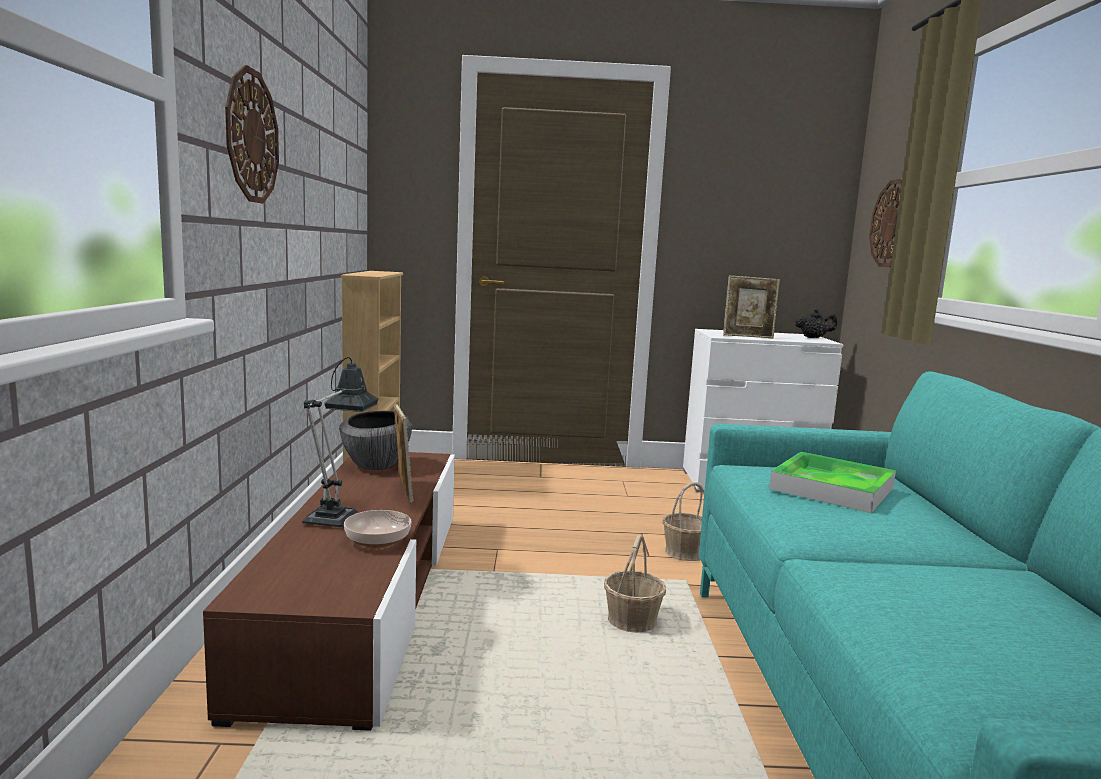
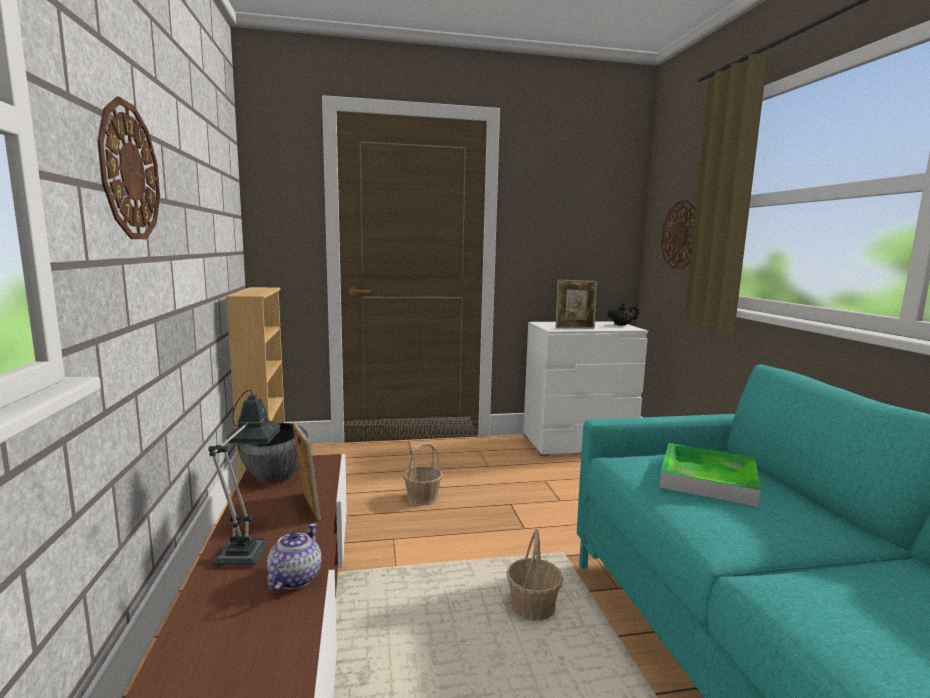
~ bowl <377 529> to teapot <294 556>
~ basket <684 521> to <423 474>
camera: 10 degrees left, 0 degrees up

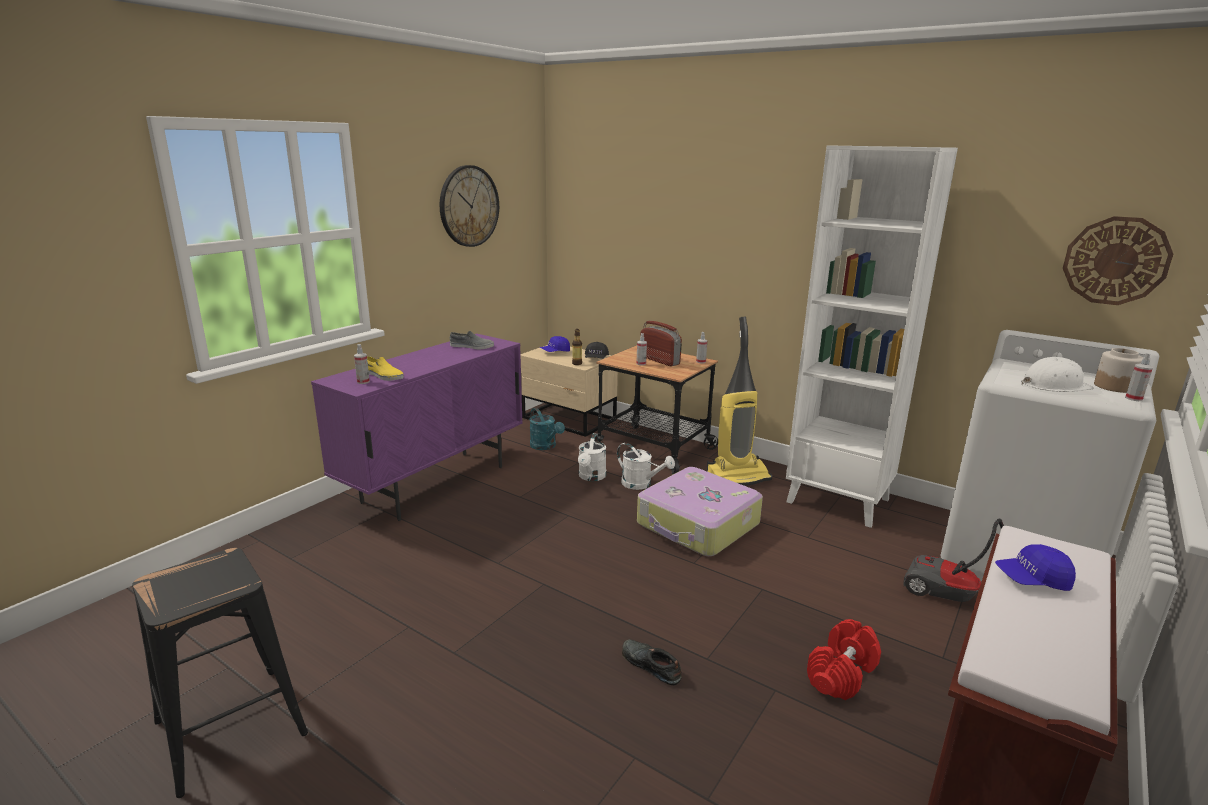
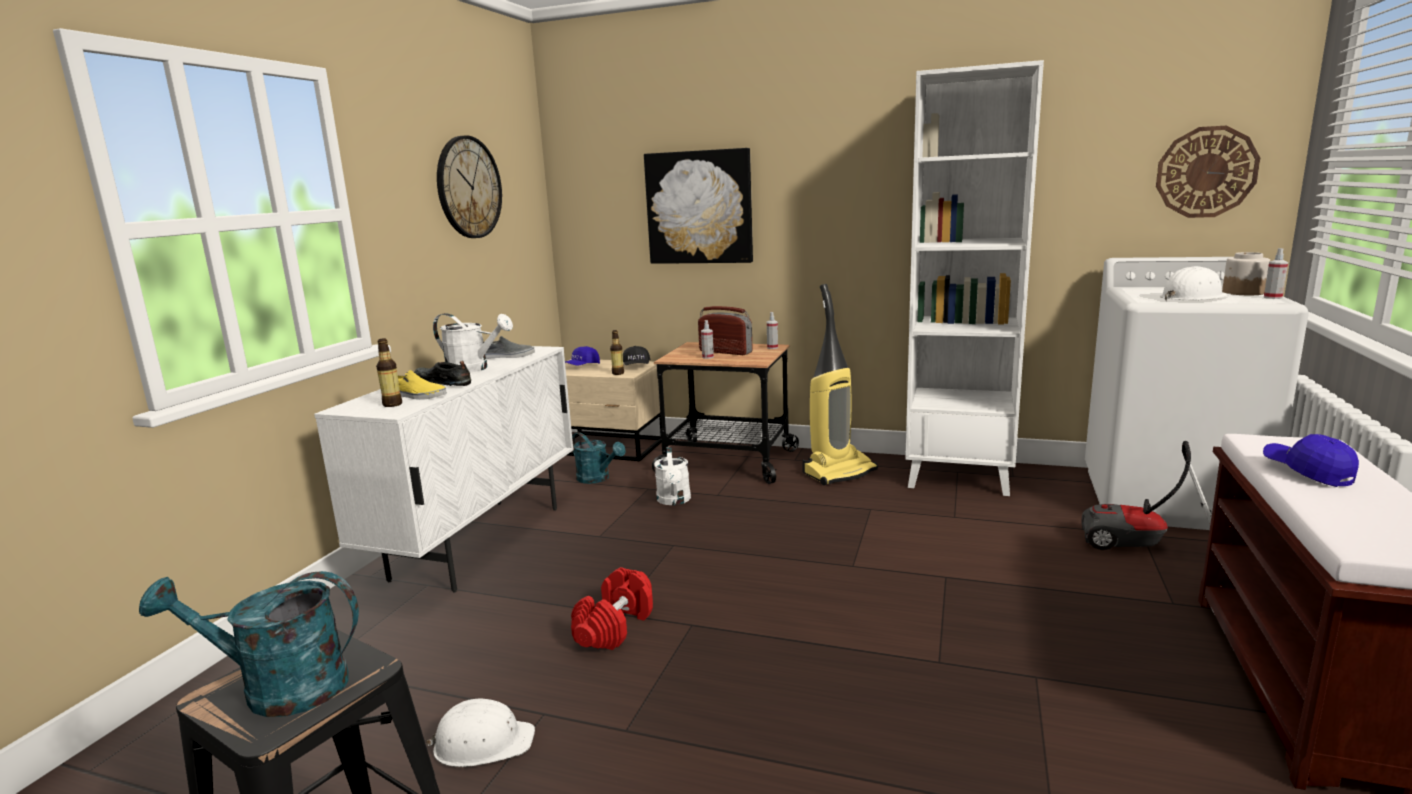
+ watering can/turquoise <249 644>
~ cabinet/purple <417 427> to cabinet/white <444 469>
~ spray bottle <362 364> to bottle <389 373>
~ shoe/black <652 662> to <442 373>
+ hard hat/white <480 733>
~ watering can/white <646 466> to <473 342>
~ dumbbell/red <844 659> to <612 608>
+ picture <698 206>
~ cap/blue <1035 567> = <1311 460> 90 degrees clockwise
- suitcase <700 511>
camera: 15 degrees left, 5 degrees down

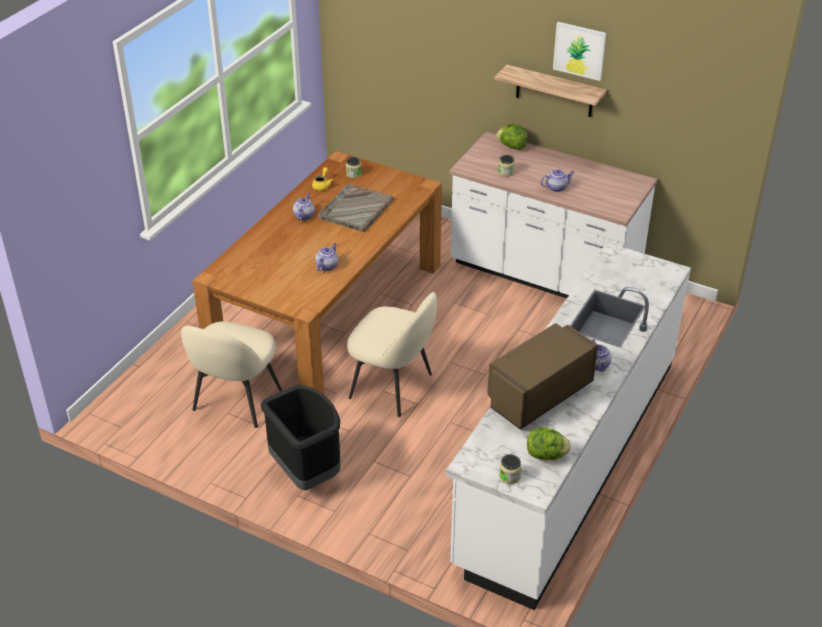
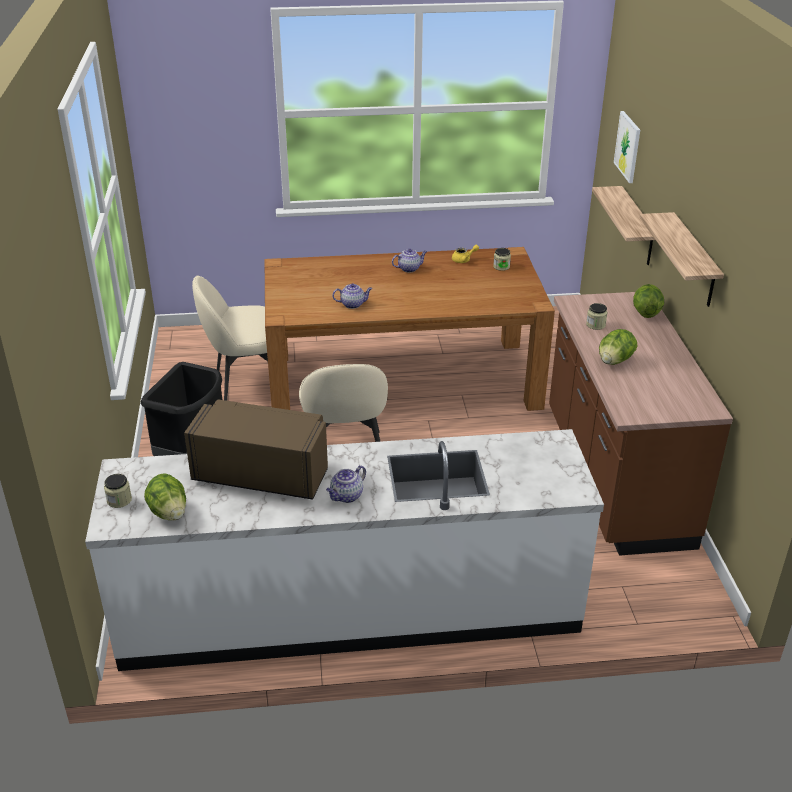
~ counter/white <553 215> to counter/brown <641 424>
+ shelf <623 225>
~ teapot <557 180> to lettuce <618 347>
~ picture <579 51> to <627 147>
- tray/grey <356 207>
camera: 55 degrees right, 5 degrees down

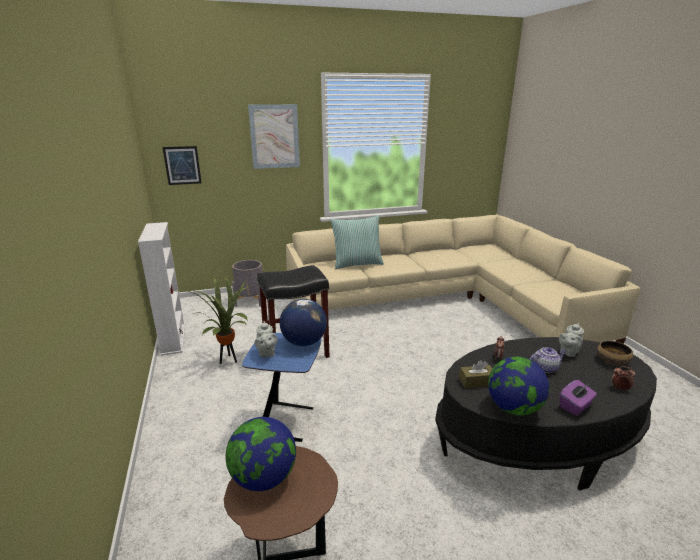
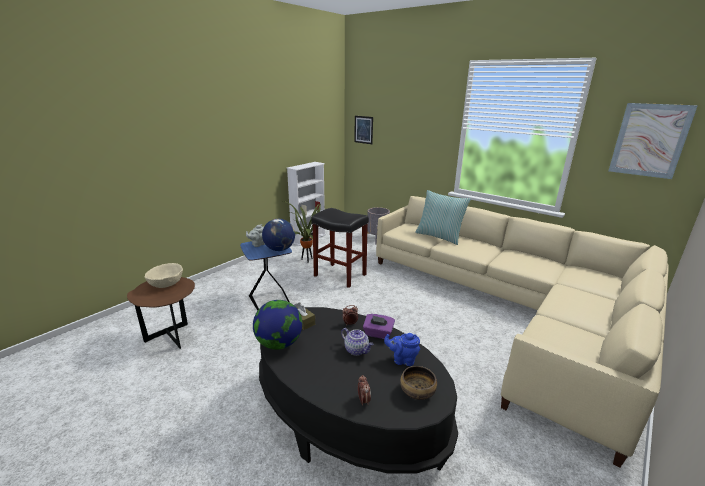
~ globe <261 454> to bowl/beige <164 275>
~ tissue box/purple <578 398> to <379 326>
~ teapot/grey <571 340> to teapot/blue <402 349>
~ picture <274 136> to <653 141>
camera: 55 degrees right, 0 degrees up

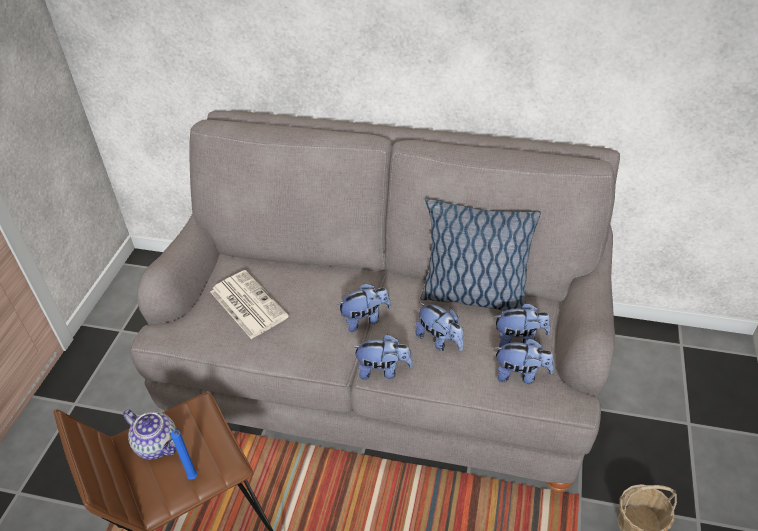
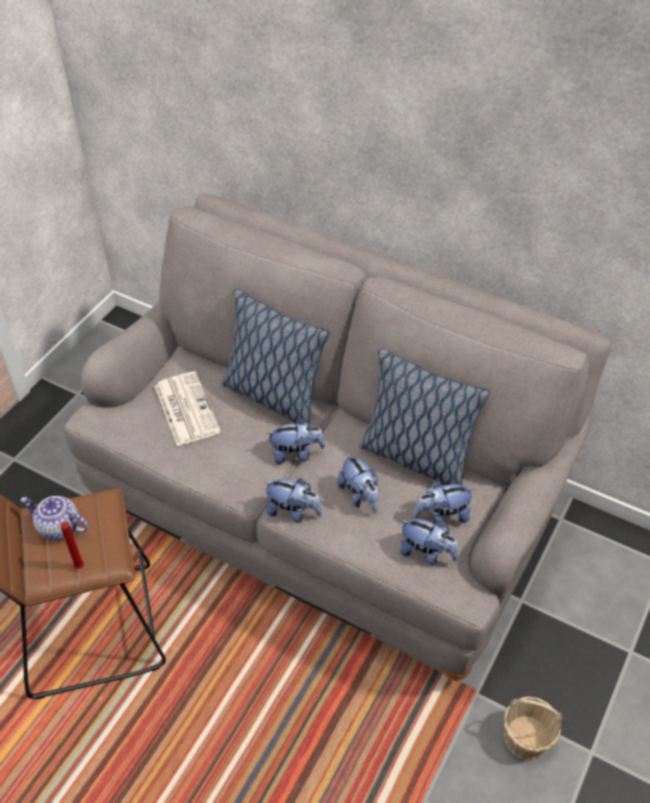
~ teapot <150 435> = <54 518> 150 degrees clockwise
~ candle/blue <184 455> to candle/red <72 545>
+ pillow <275 356>
~ plush toy <522 325> = <444 502> 150 degrees clockwise
camera: 15 degrees right, 5 degrees up

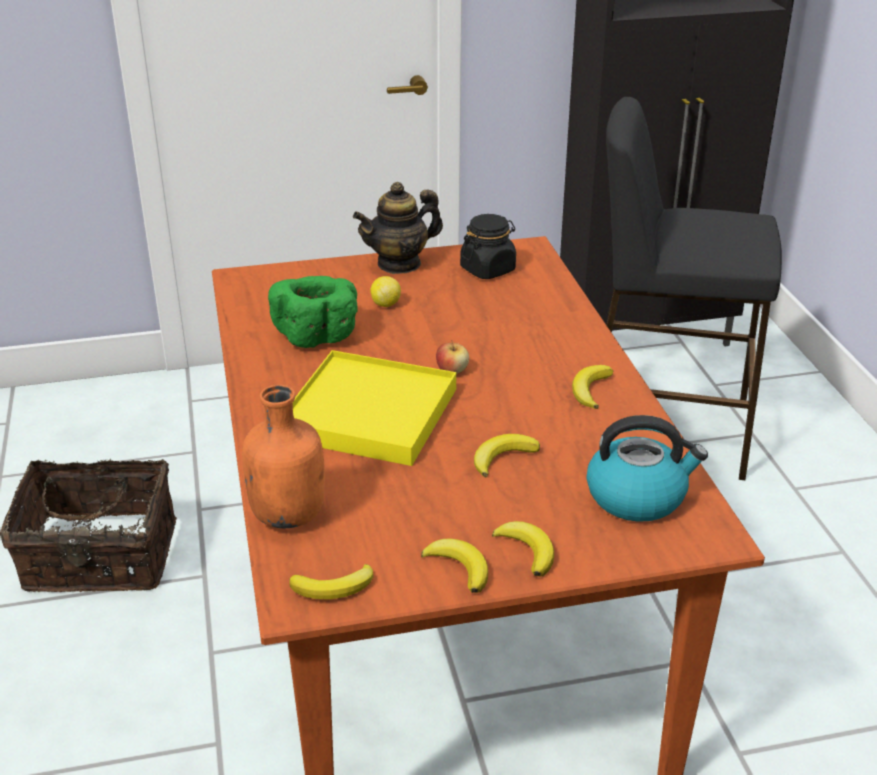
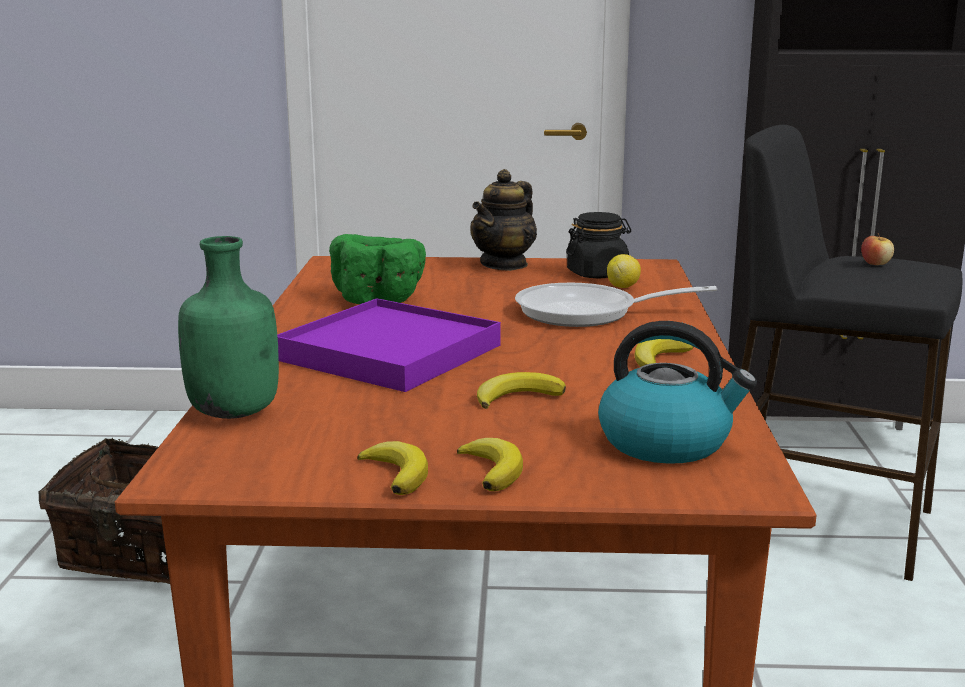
~ bottle/orange <283 457> to bottle/green <228 327>
~ tray/yellow <374 408> to tray/purple <389 345>
~ teapot <398 228> = <503 220> 45 degrees counterclockwise
+ frying pan <616 305>
~ lemon <385 291> to <624 271>
~ apple <452 357> to <877 249>
- banana <331 581>
camera: 15 degrees right, 15 degrees down

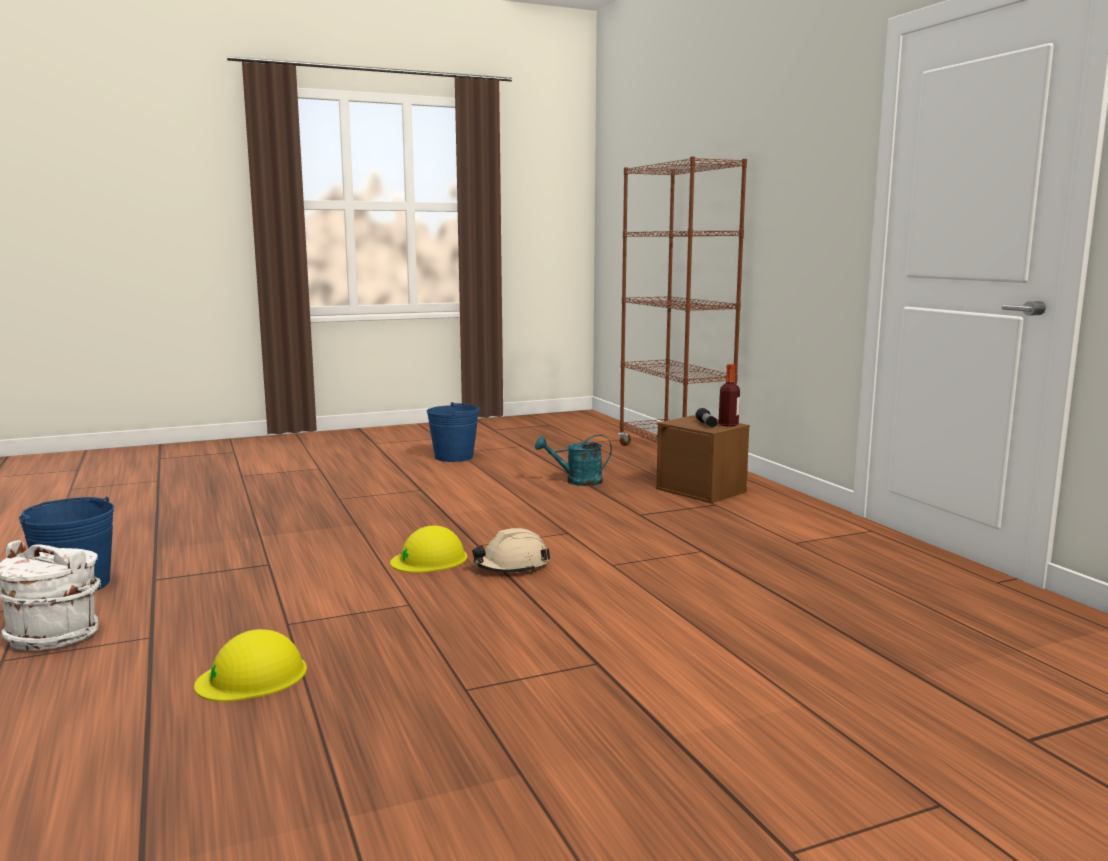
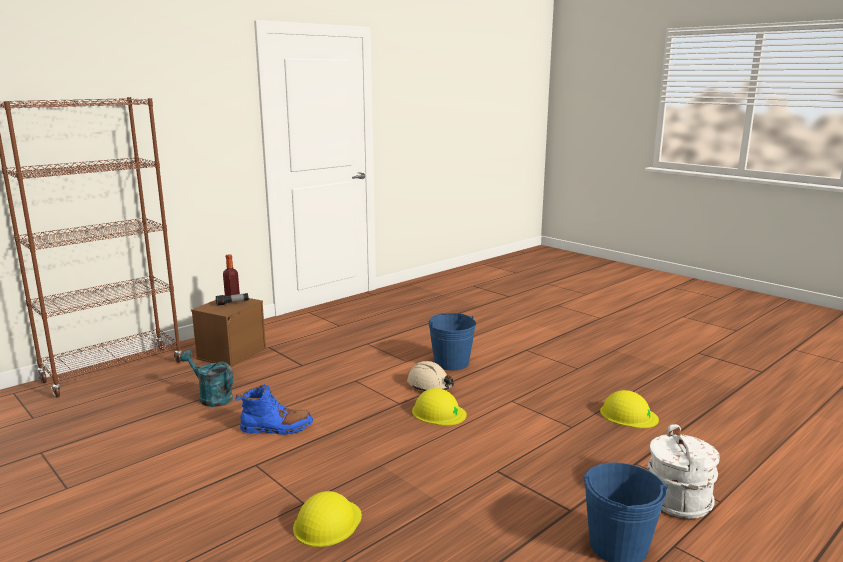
~ watering can/turquoise <573 460> = <207 378> 150 degrees clockwise
+ boot/blue <274 409>
+ hard hat/yellow <327 519>
~ bucket/blue <453 432> to <452 341>
camera: 110 degrees left, 5 degrees up

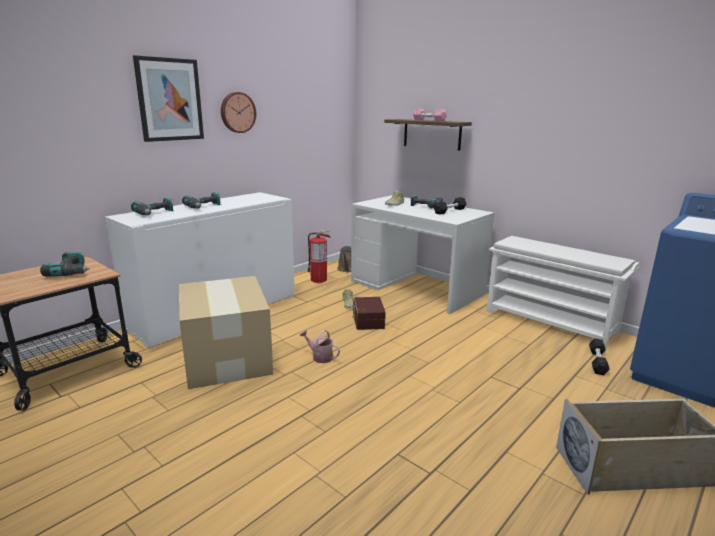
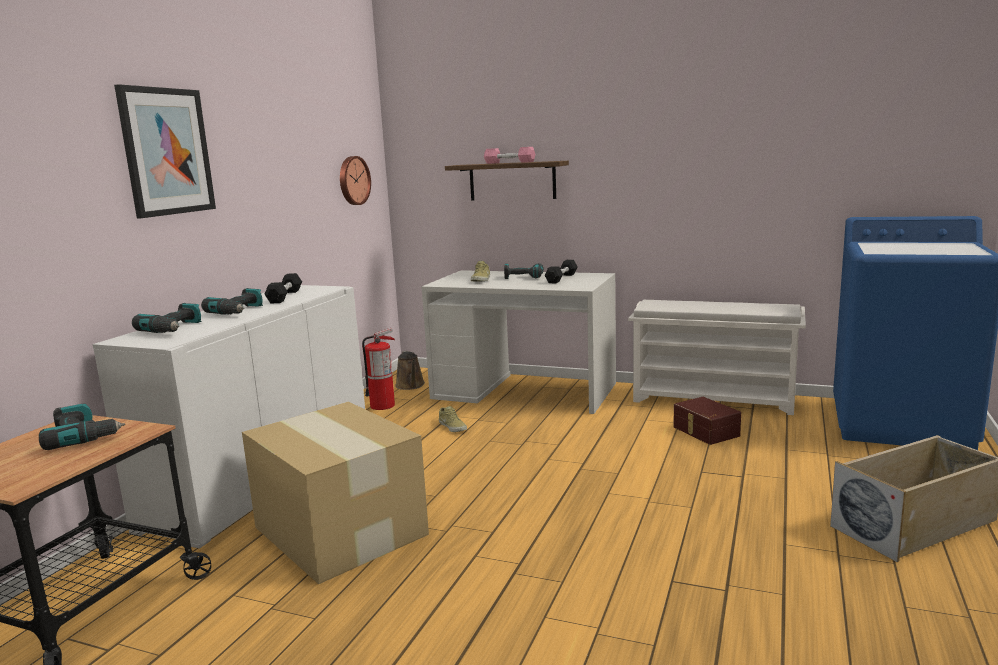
~ dumbbell/black <599 356> to <283 288>
~ wall clock <238 112> to <355 180>
~ storage box/brown <369 313> to <707 421>
- watering can <319 346>
camera: 20 degrees left, 5 degrees down

